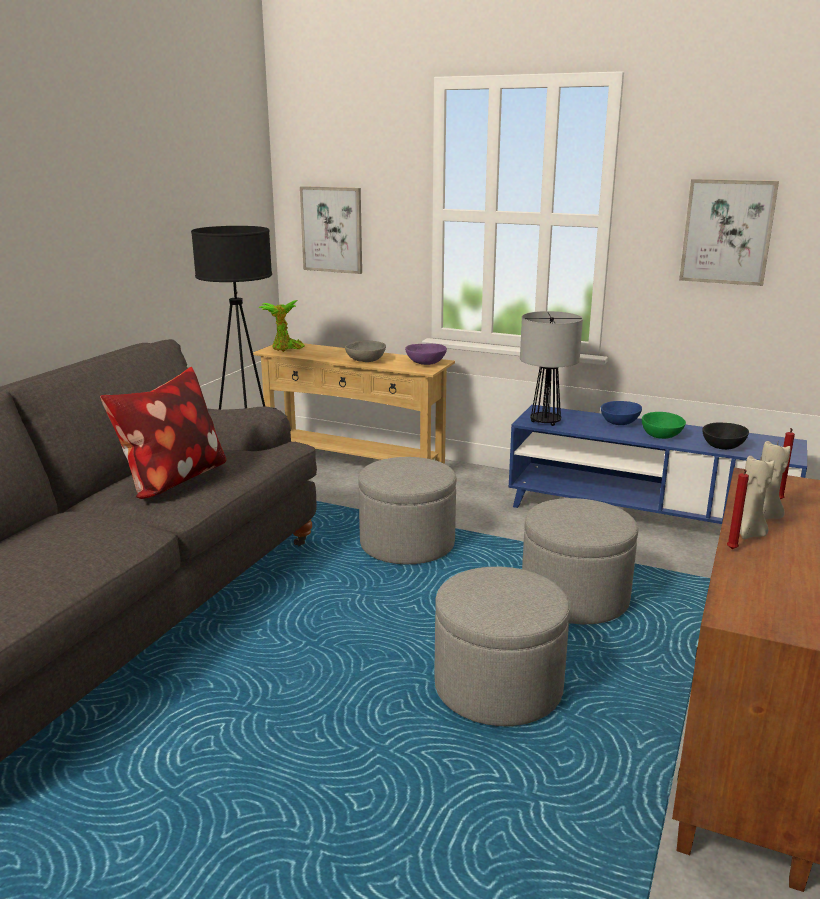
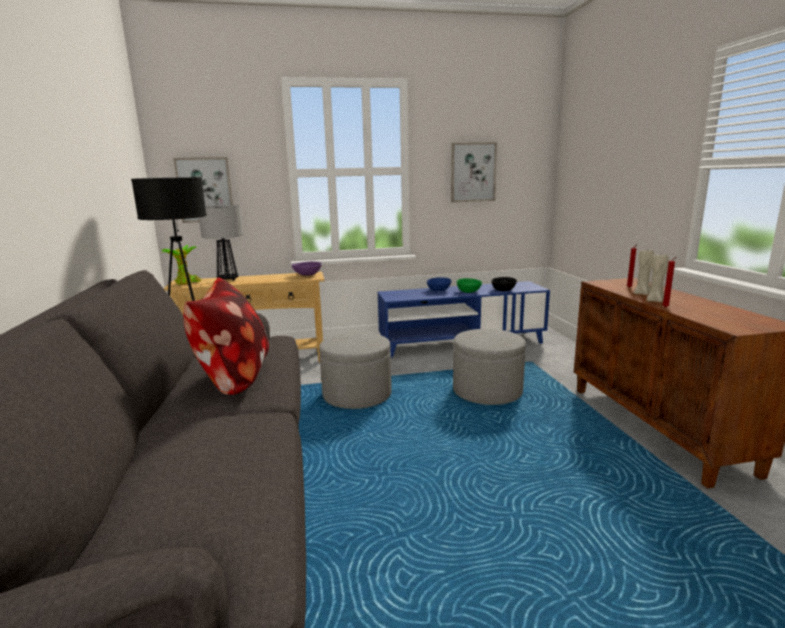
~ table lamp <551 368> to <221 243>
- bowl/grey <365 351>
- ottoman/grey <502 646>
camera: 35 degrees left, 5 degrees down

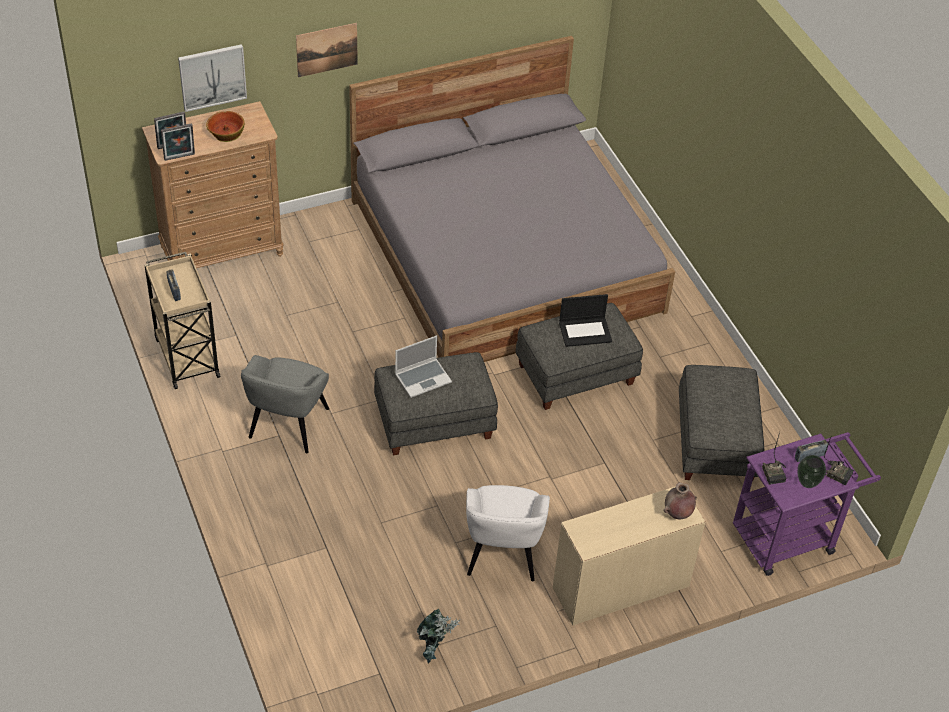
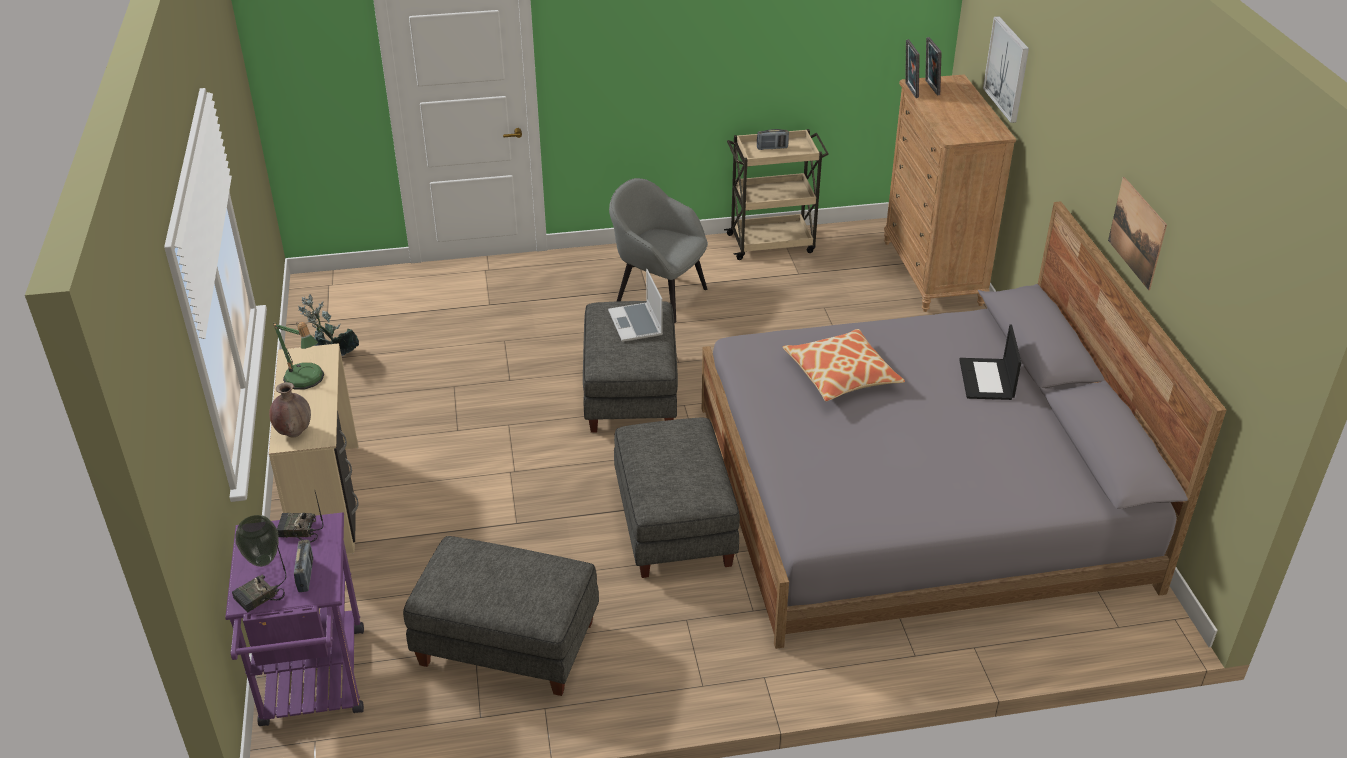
+ table lamp <298 356>
+ pillow <844 365>
~ laptop <585 320> to <990 362>
~ picture <327 50> to <1137 233>
- bowl <225 126>
- armchair/white <508 533>
camera: 105 degrees right, 10 degrees down

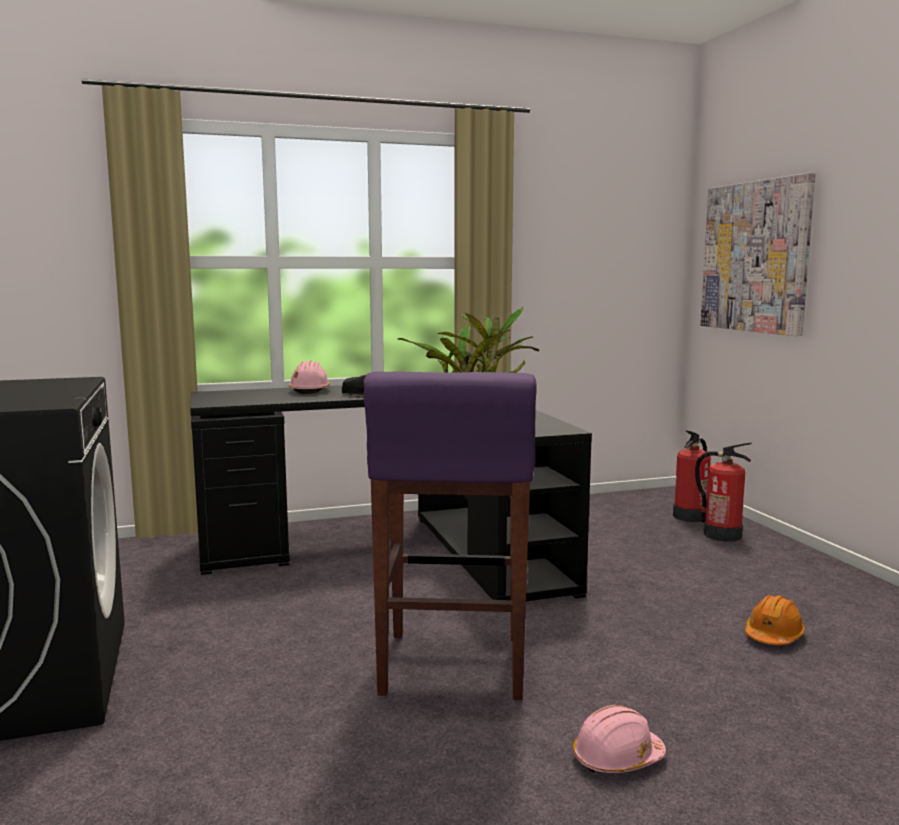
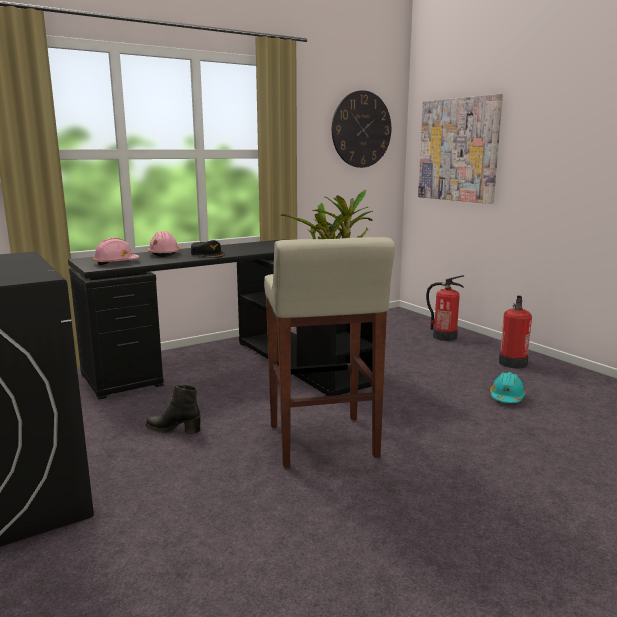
~ hard hat/pink <619 739> to <115 251>
+ boot/black <173 409>
~ stool/purple <450 535> to stool/beige <329 352>
+ wall clock <361 129>
~ hard hat/orange <775 620> to hard hat/turquoise <508 387>
~ fire extinguisher <692 476> to <515 332>
camera: 15 degrees left, 5 degrees up

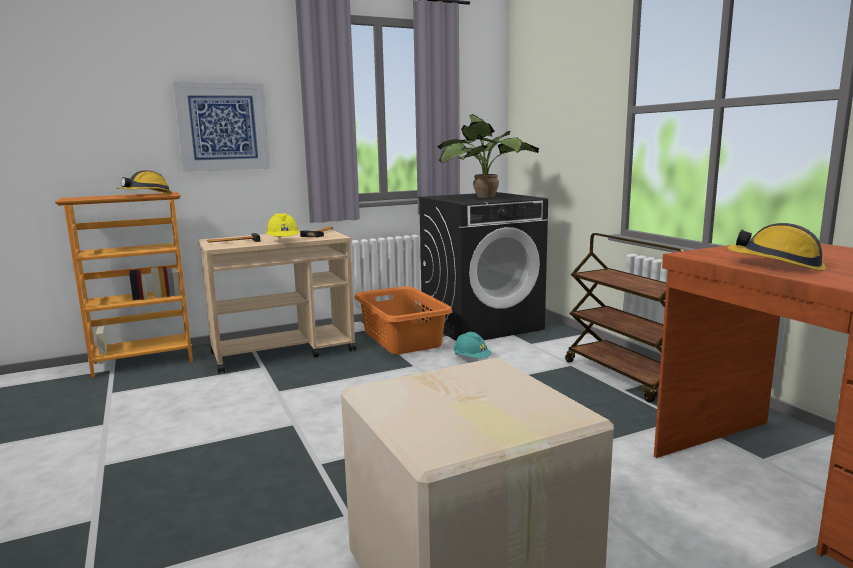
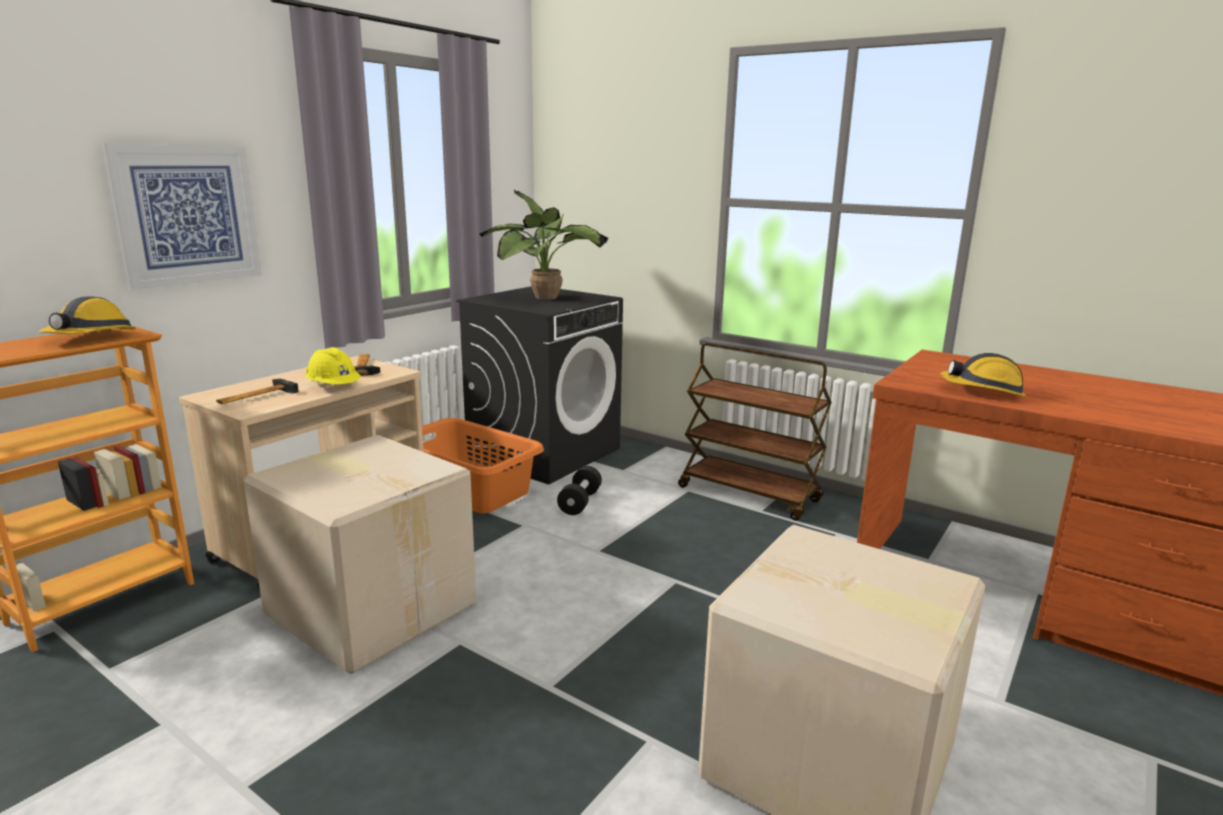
+ cardboard box <360 554>
~ hard hat/turquoise <472 345> to dumbbell/black <579 490>
camera: 30 degrees left, 5 degrees up

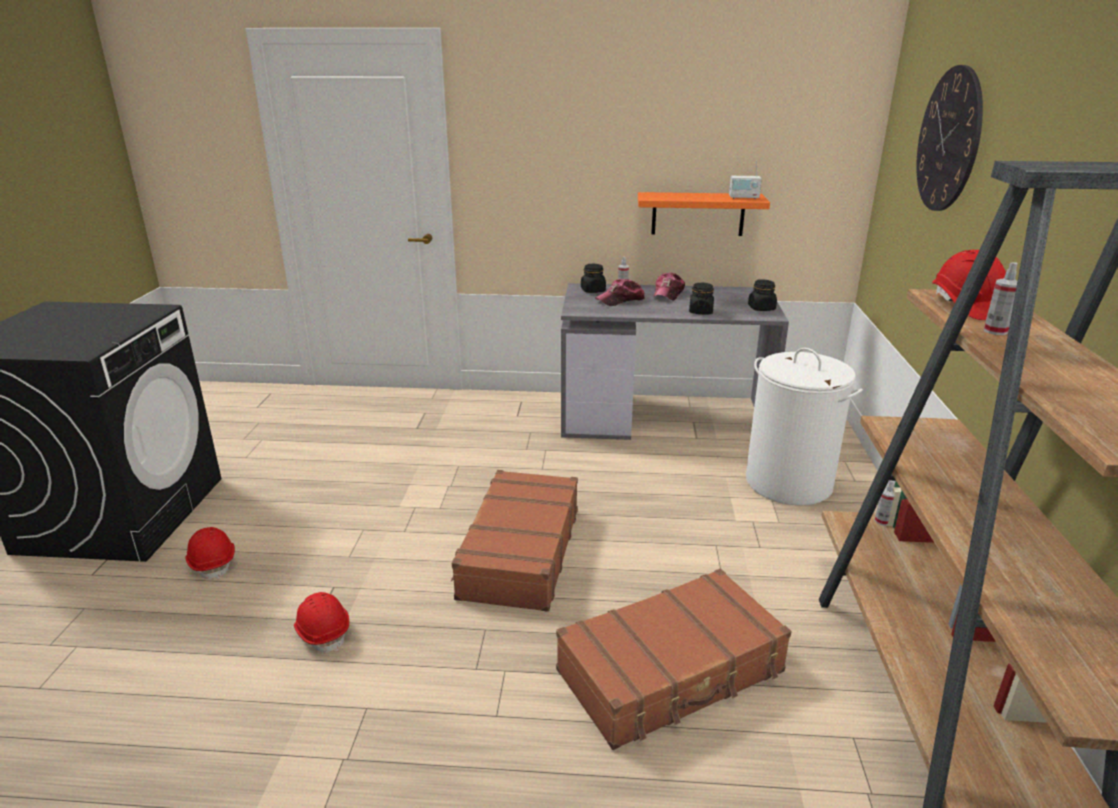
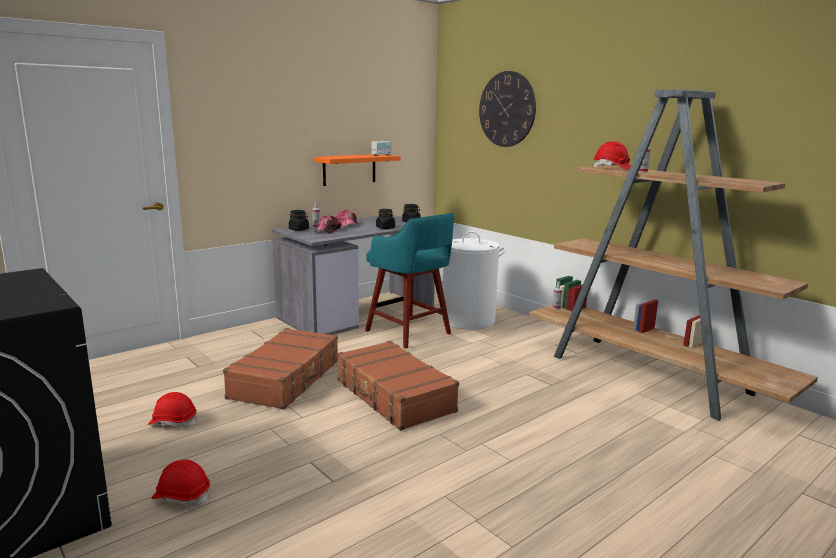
~ hard hat/red <321 622> to <172 410>
~ suitcase/brown <673 659> to <280 369>
+ stool/turquoise <409 281>
camera: 45 degrees left, 10 degrees down

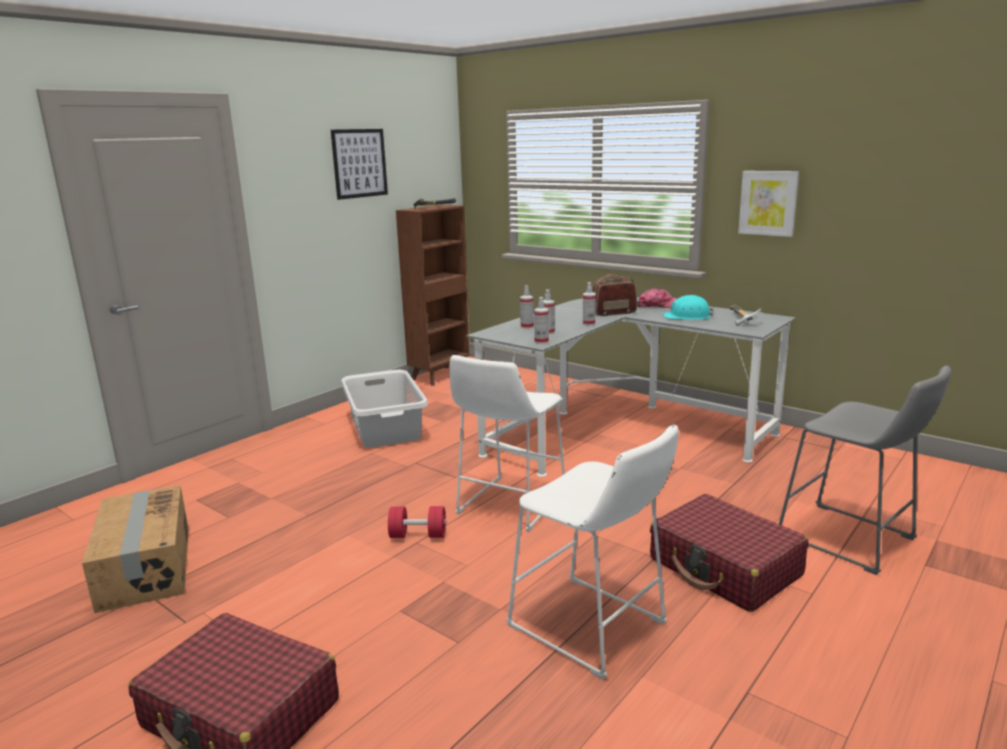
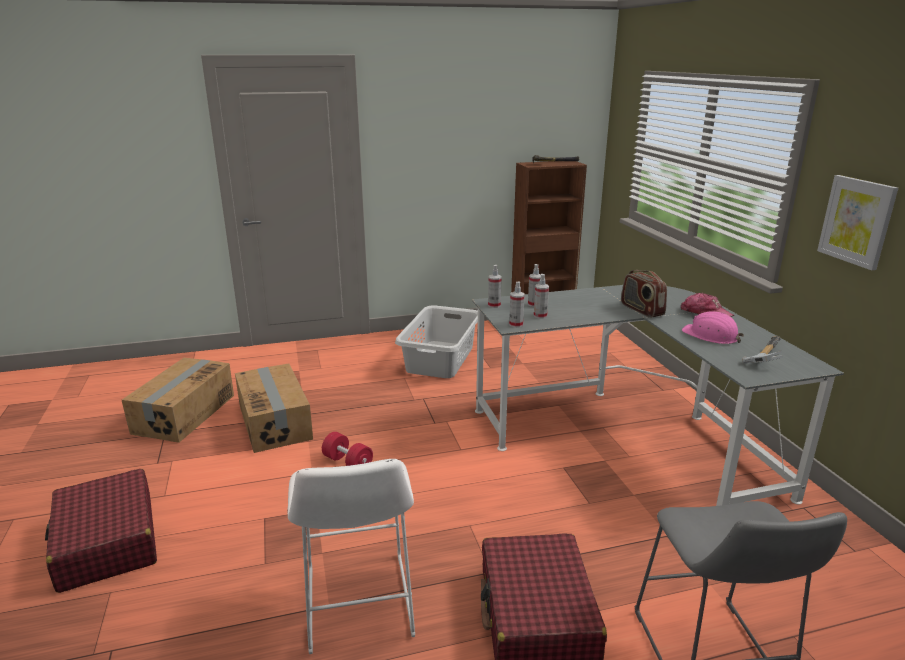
+ cardboard box <274 408>
~ spray bottle <589 304> to <495 286>
~ radio <614 295> = <644 294> 135 degrees counterclockwise
~ hard hat/turquoise <688 307> to hard hat/pink <713 327>
- picture <359 164>
- stool/white <507 443>
camera: 35 degrees right, 5 degrees up

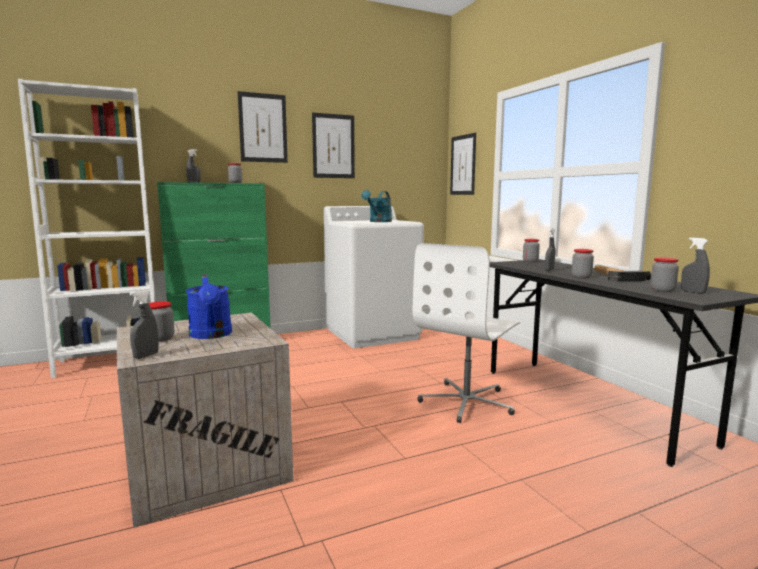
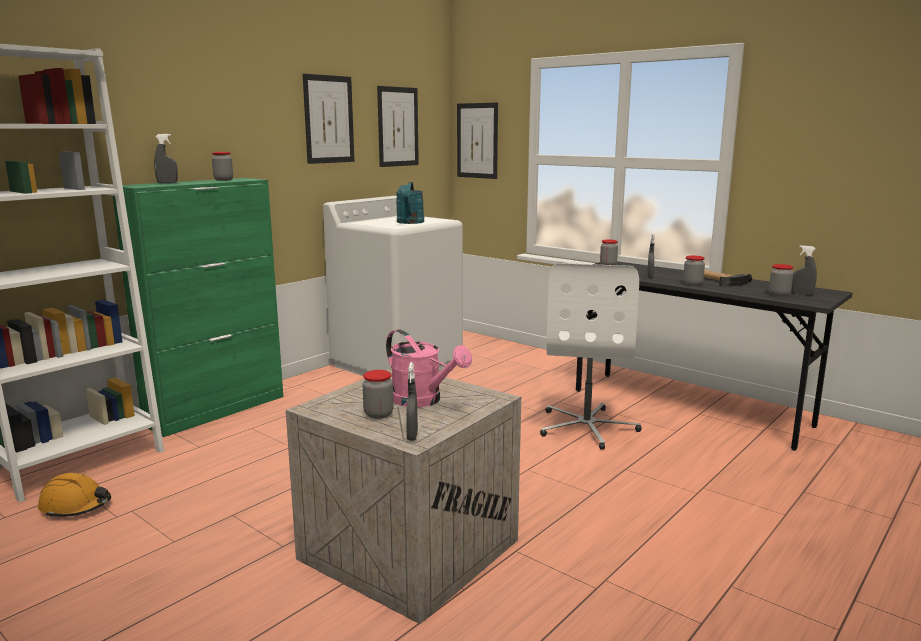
+ hard hat/orange <74 496>
~ picture <263 127> to <398 126>
~ watering can/blue <209 306> to watering can/pink <429 368>
camera: 25 degrees left, 5 degrees up

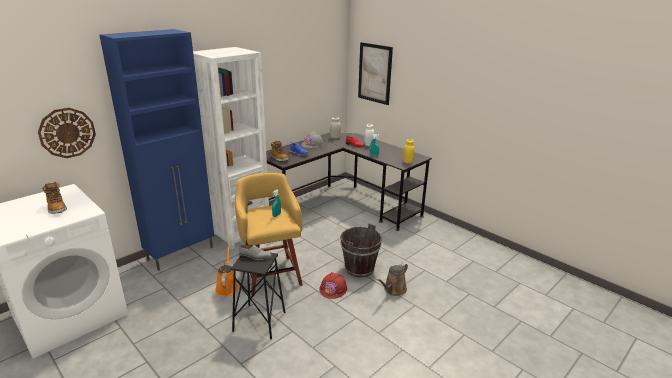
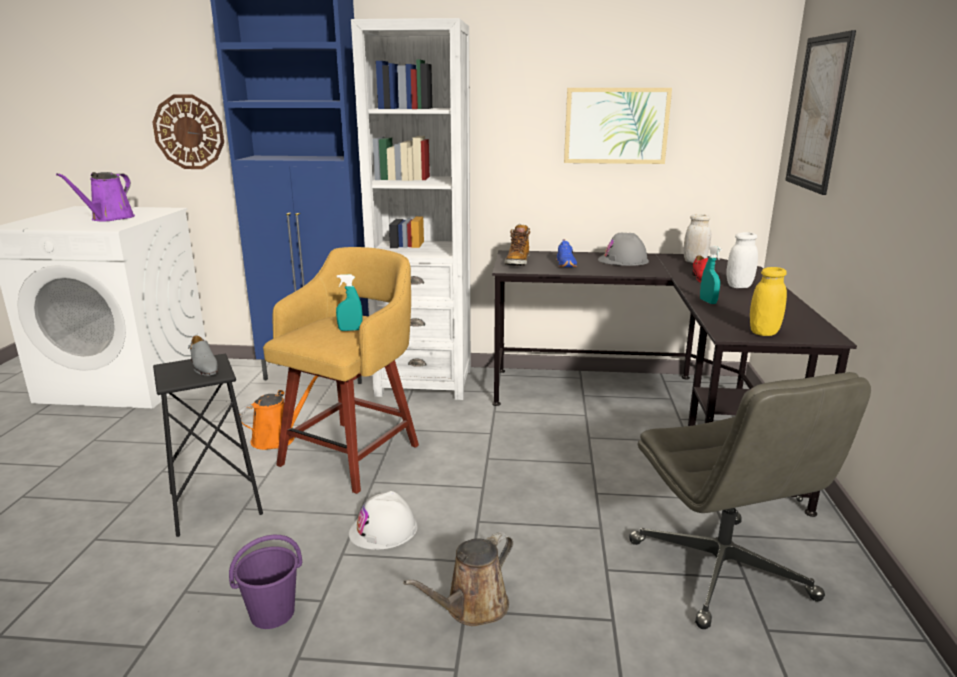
~ boot <54 198> to watering can/purple <95 196>
+ bucket/purple <265 582>
~ hard hat/red <333 285> to hard hat/white <383 520>
~ watering can/brown <392 279> = <458 579> 45 degrees counterclockwise
+ picture <618 126>
+ office chair/grey <750 500>
- bucket/brown <361 250>
camera: 50 degrees right, 5 degrees down

